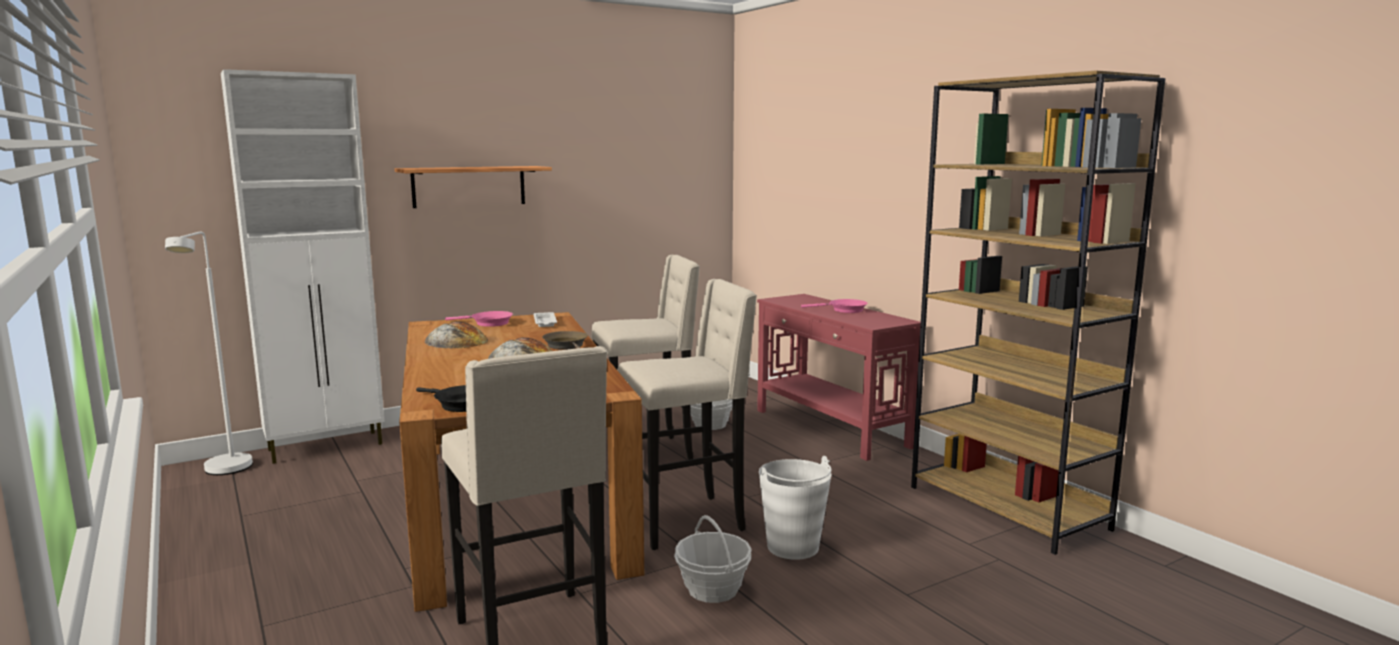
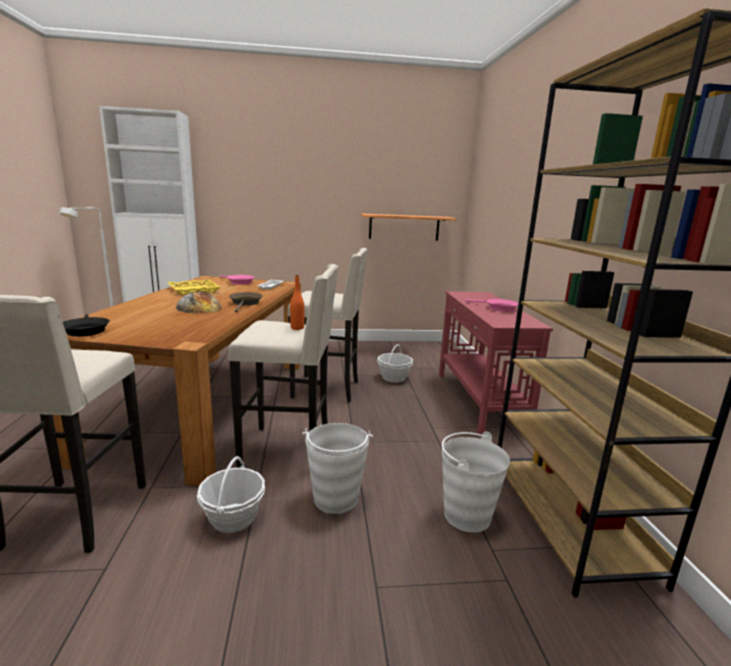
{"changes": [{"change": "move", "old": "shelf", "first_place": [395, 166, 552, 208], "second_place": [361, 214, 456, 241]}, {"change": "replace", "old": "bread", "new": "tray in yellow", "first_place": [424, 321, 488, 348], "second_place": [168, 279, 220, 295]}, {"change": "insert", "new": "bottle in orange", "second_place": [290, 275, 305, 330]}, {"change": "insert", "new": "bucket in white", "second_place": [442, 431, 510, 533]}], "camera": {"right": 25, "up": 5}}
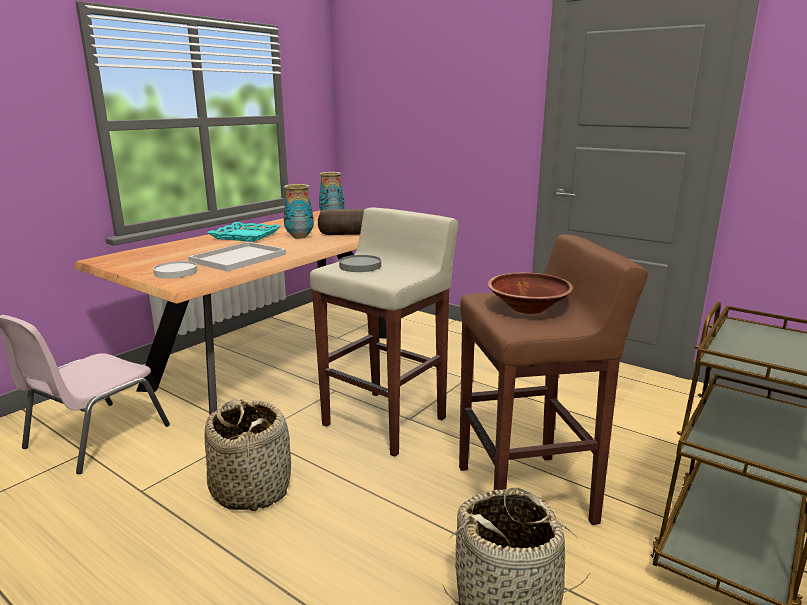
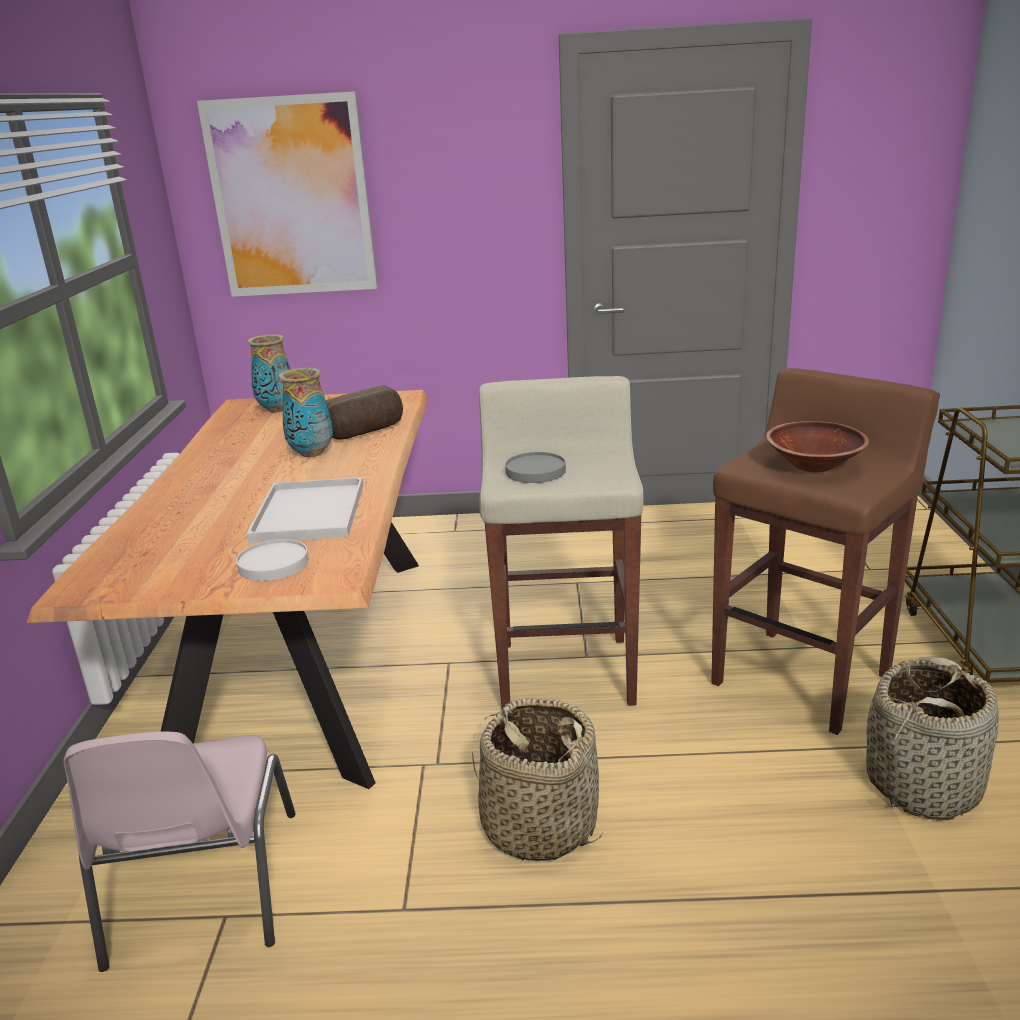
{"changes": [{"change": "delete", "old": "tray in turquoise", "first_place": [207, 222, 281, 242]}, {"change": "insert", "new": "picture", "second_place": [197, 91, 378, 297]}], "camera": {"right": -35, "up": 5}}
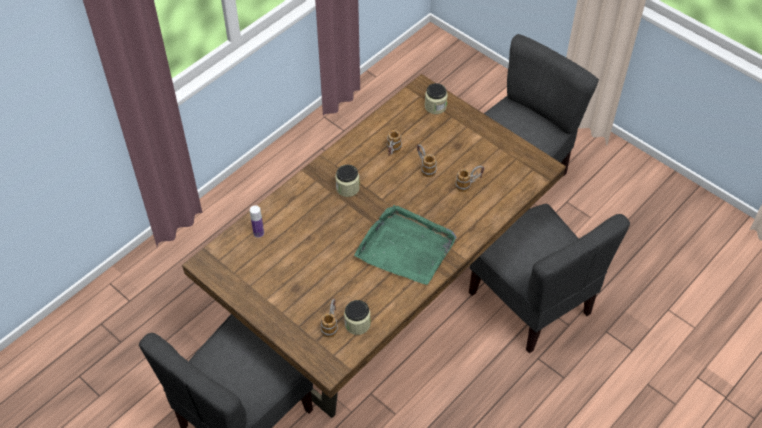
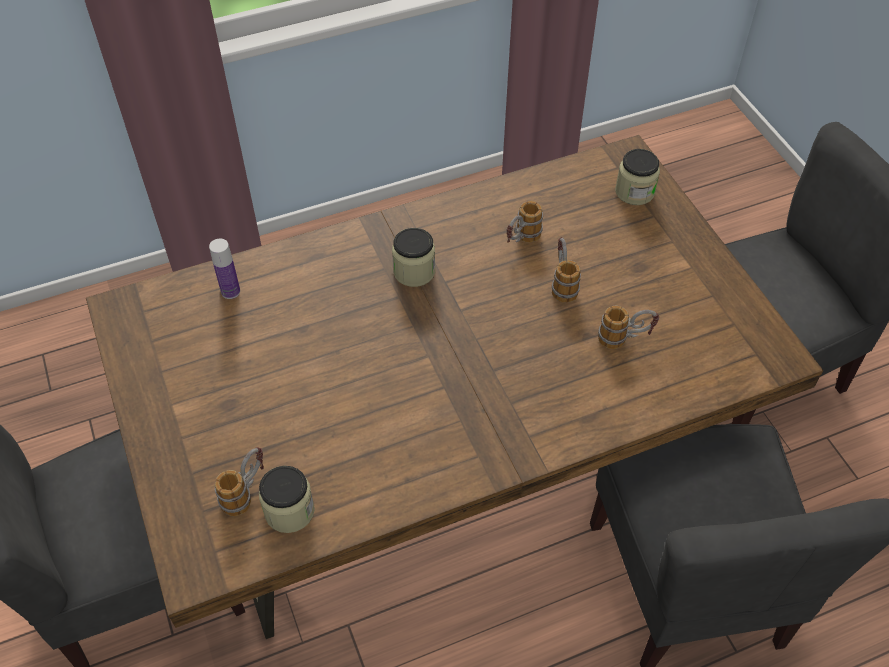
{"changes": [{"change": "delete", "old": "tray in green", "first_place": [354, 205, 457, 285]}], "camera": {"right": 25, "up": 0}}
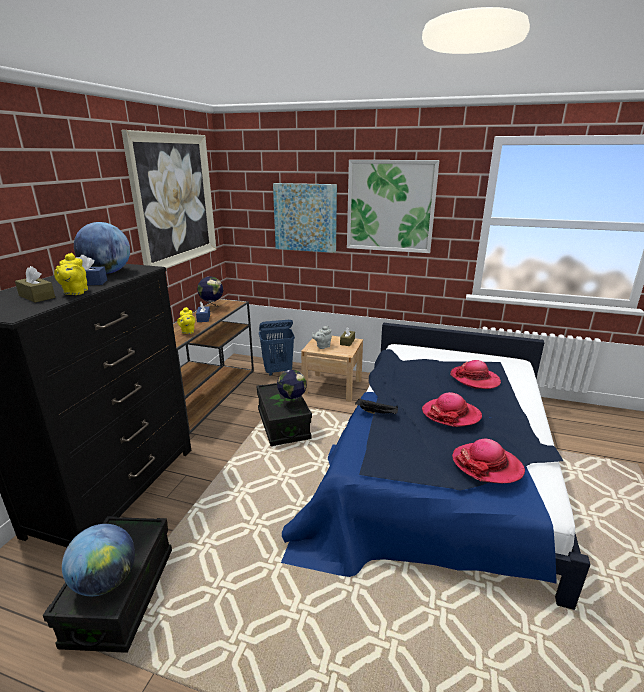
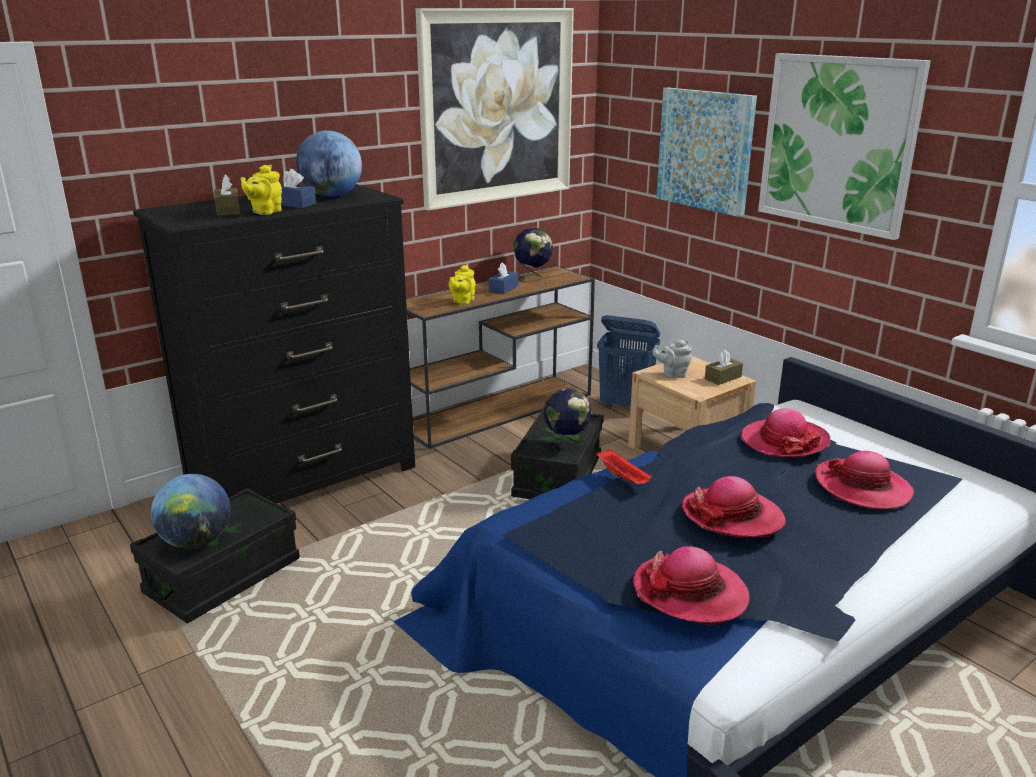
{"changes": [{"change": "recolor", "old": "tray in black", "new": "tray in red", "first_place": [355, 398, 398, 414], "second_place": [596, 449, 652, 484]}, {"change": "insert", "new": "hat", "second_place": [740, 408, 831, 457]}], "camera": {"right": 35, "up": 0}}
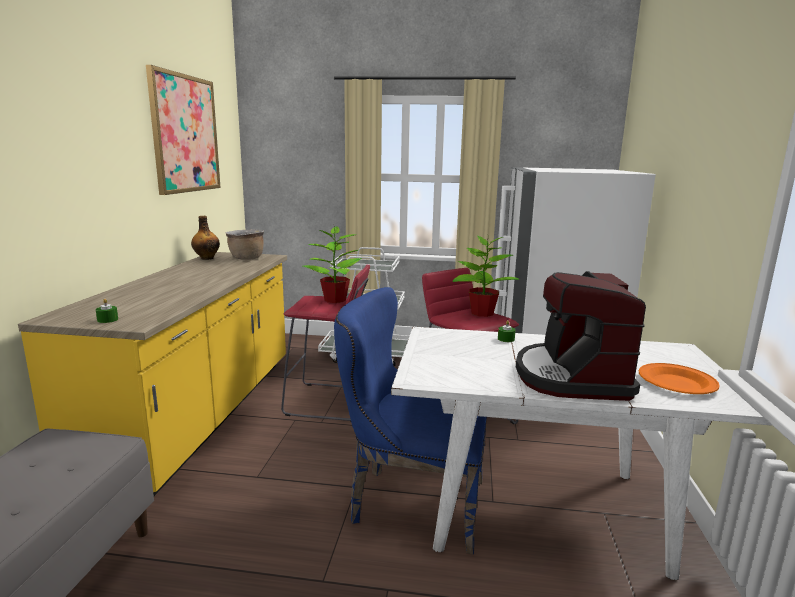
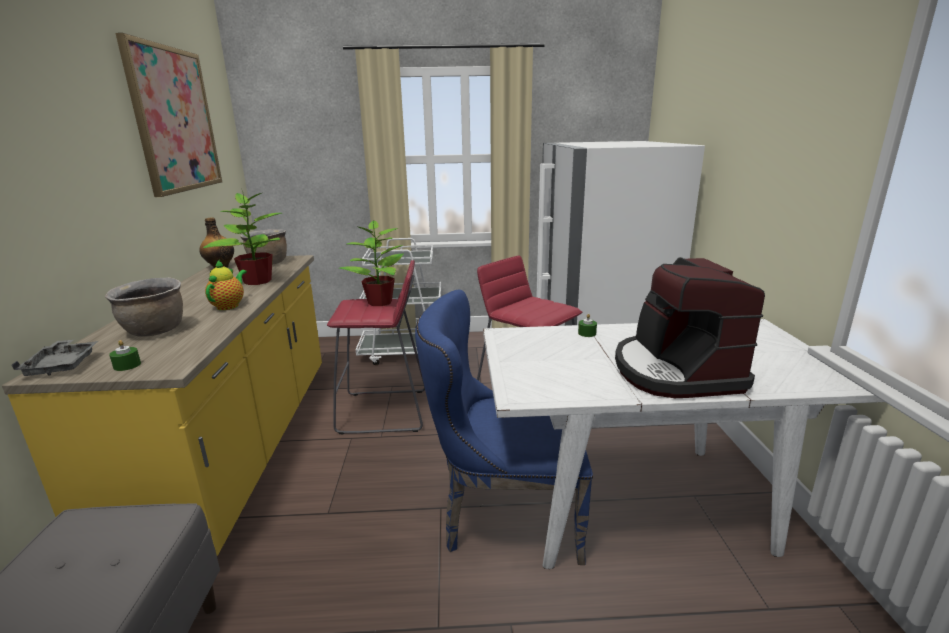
{"changes": [{"change": "move", "old": "potted plant", "first_place": [452, 235, 520, 317], "second_place": [203, 191, 281, 285]}, {"change": "delete", "old": "plate in orange", "first_place": [639, 363, 720, 394]}, {"change": "insert", "new": "teapot", "second_place": [205, 260, 247, 310]}, {"change": "insert", "new": "cooking pot in brown", "second_place": [105, 277, 183, 337]}, {"change": "insert", "new": "tray in grey", "second_place": [11, 339, 98, 376]}], "camera": {"right": -10, "up": 5}}
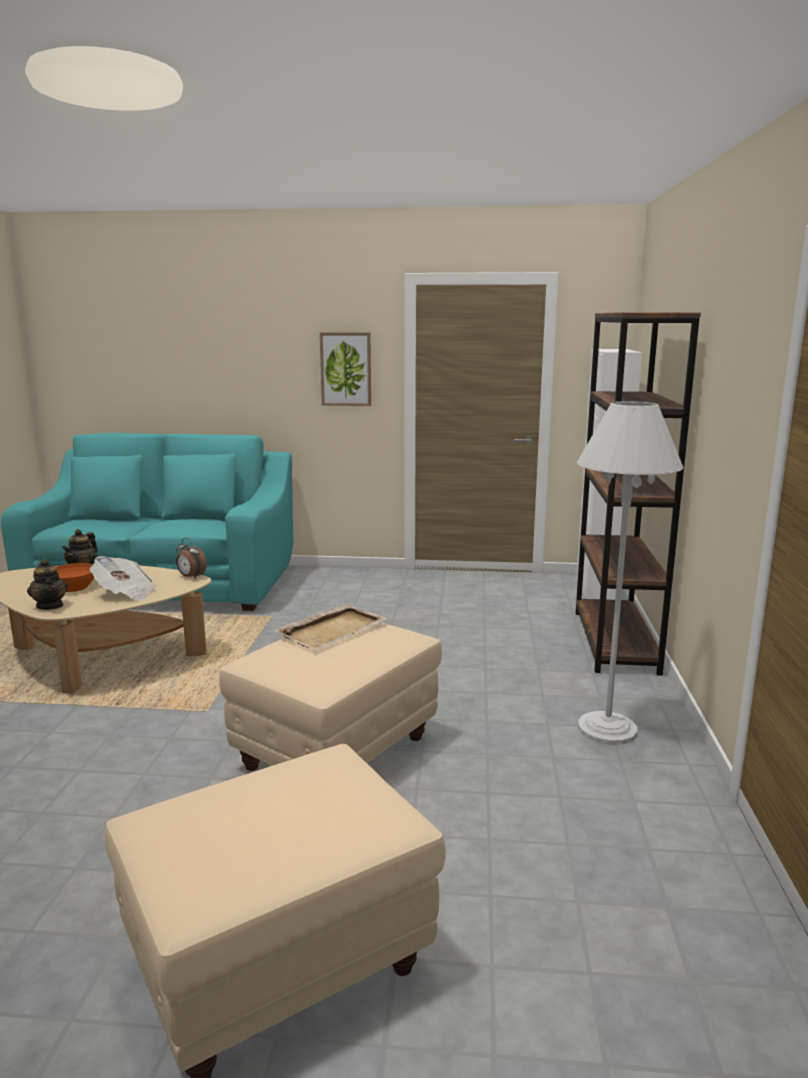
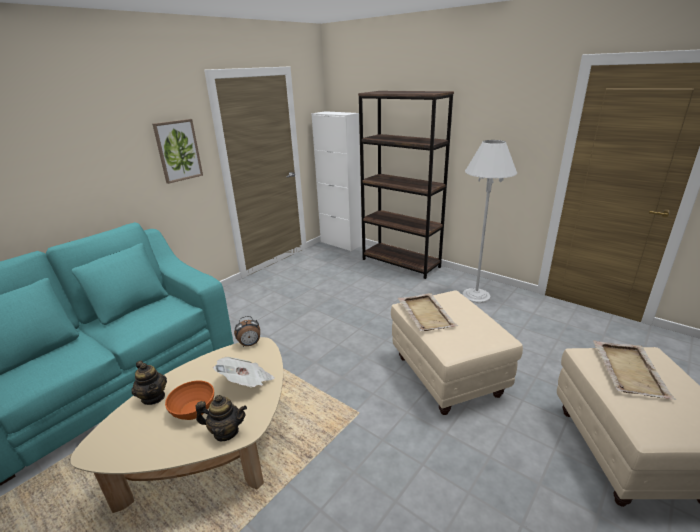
{"changes": [{"change": "insert", "new": "tray in beige", "second_place": [593, 340, 676, 400]}], "camera": {"right": -55, "up": 10}}
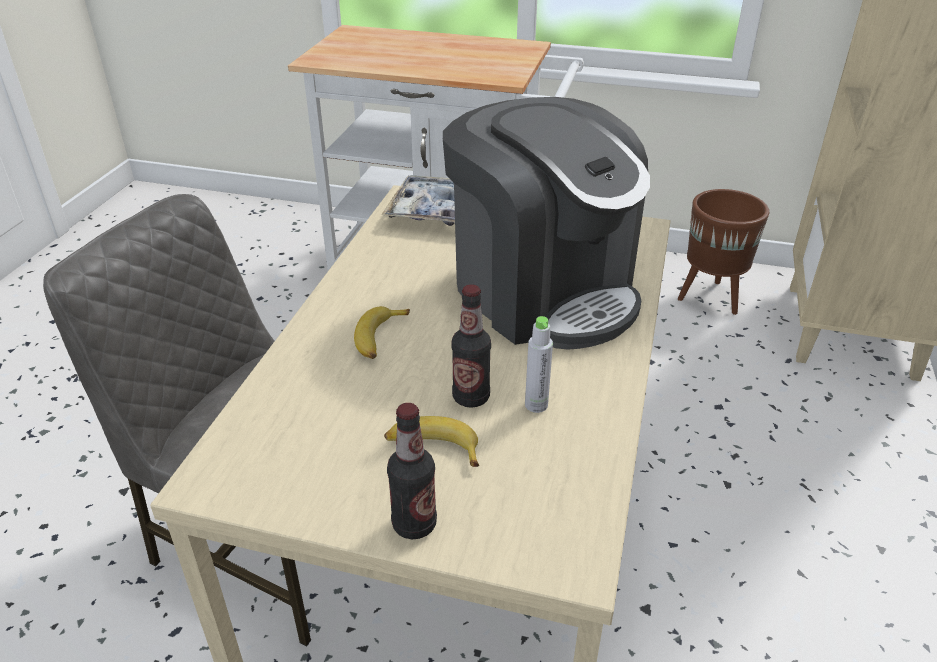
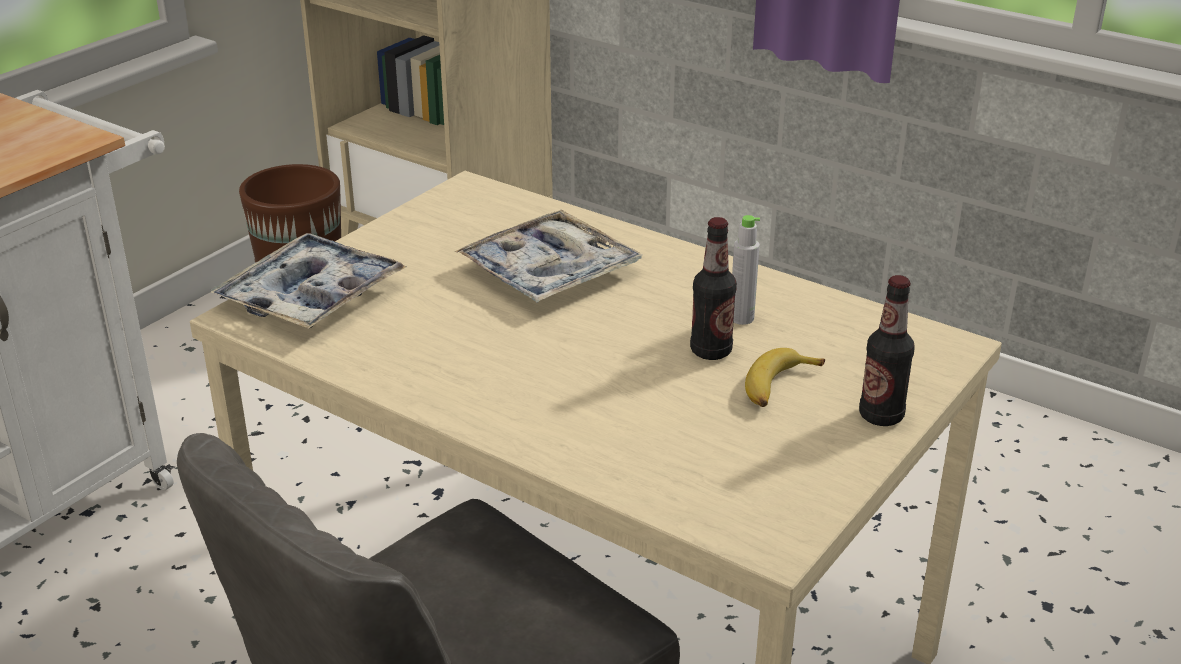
{"changes": [{"change": "replace", "old": "coffee machine", "new": "tray", "first_place": [443, 97, 650, 350], "second_place": [455, 210, 642, 302]}, {"change": "delete", "old": "banana", "first_place": [354, 306, 410, 359]}], "camera": {"right": -70, "up": -5}}
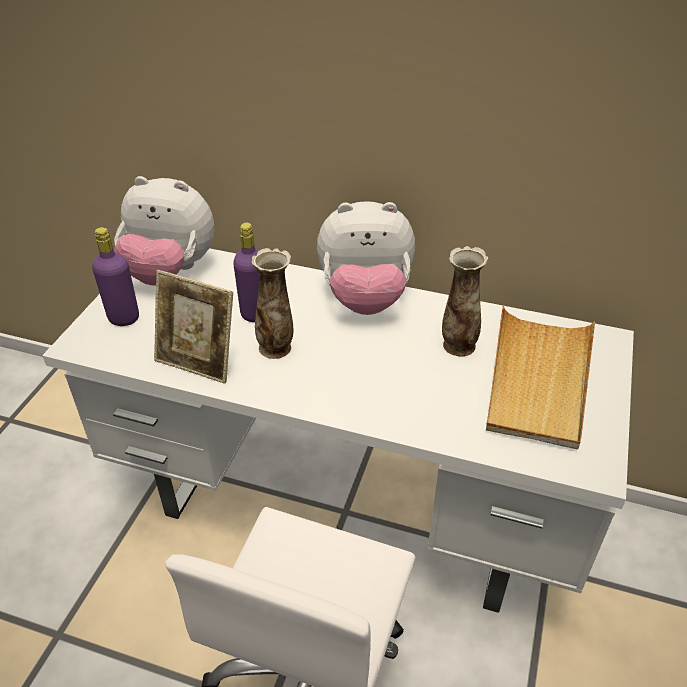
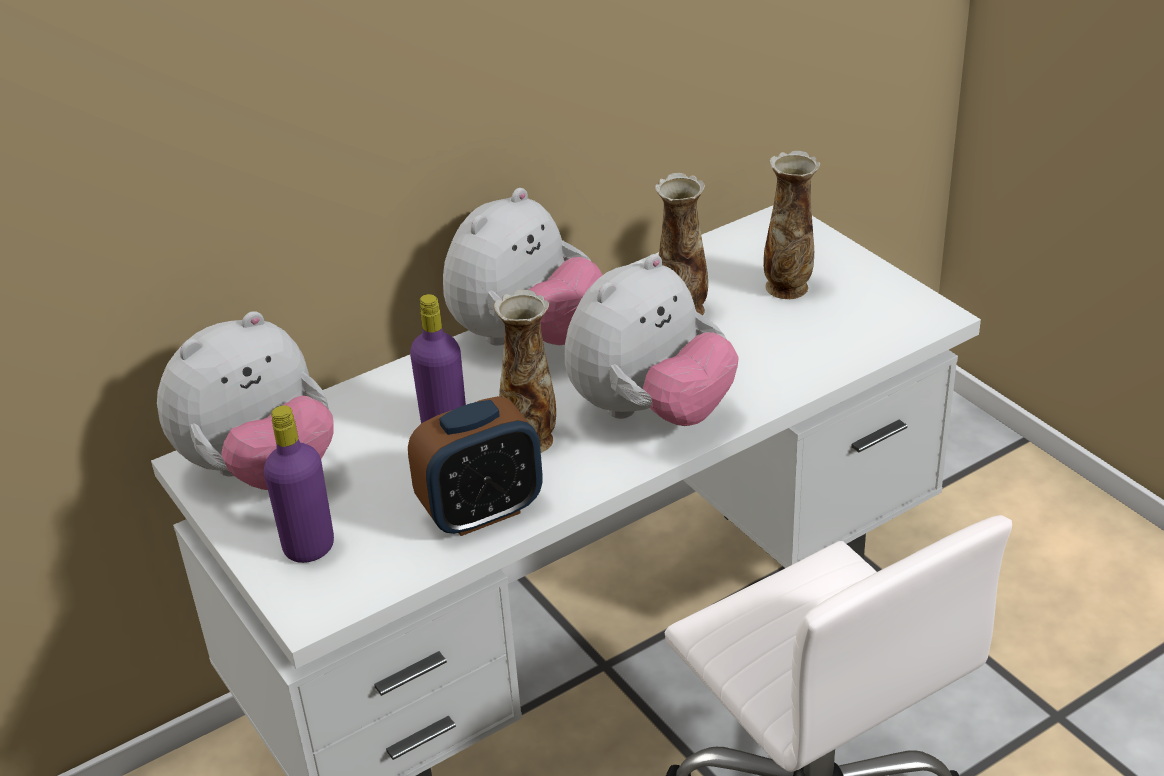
{"changes": [{"change": "replace", "old": "picture frame", "new": "alarm clock", "first_place": [154, 270, 233, 384], "second_place": [408, 396, 543, 536]}, {"change": "replace", "old": "tray in beige", "new": "vase", "first_place": [486, 306, 595, 450], "second_place": [763, 151, 820, 299]}, {"change": "insert", "new": "plush toy", "second_place": [565, 254, 739, 426]}], "camera": {"right": -50, "up": -5}}
